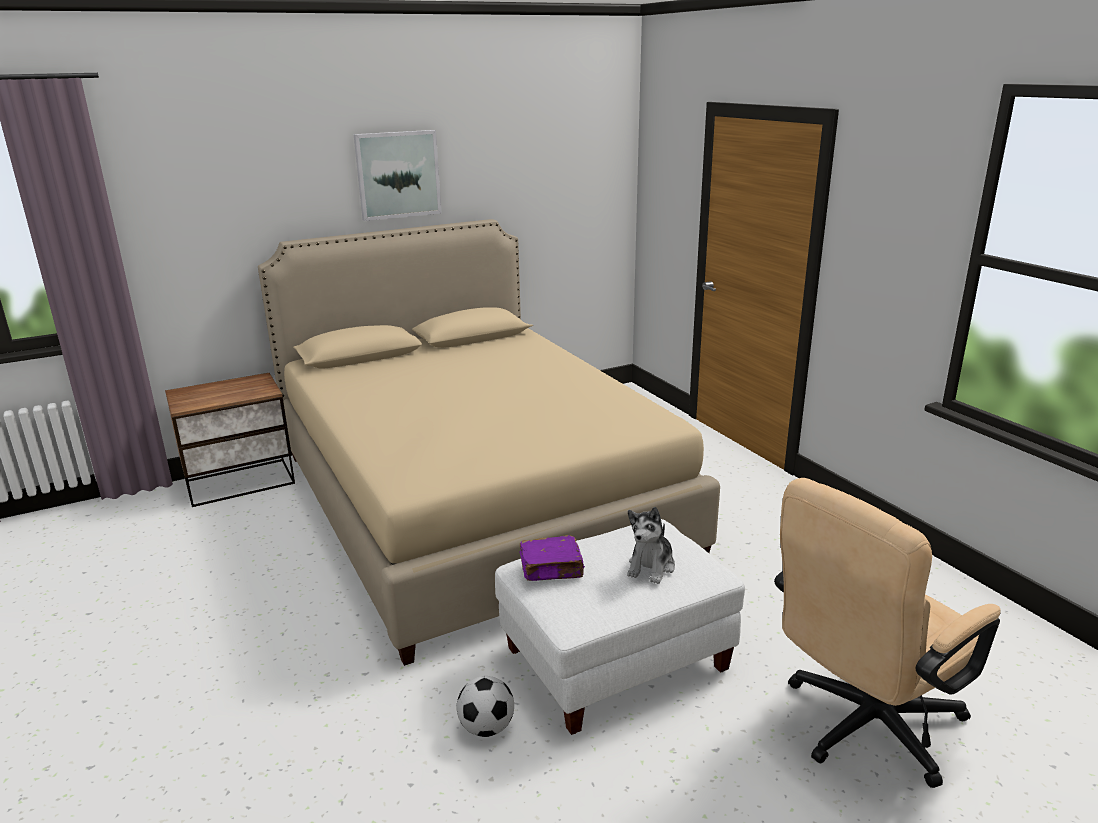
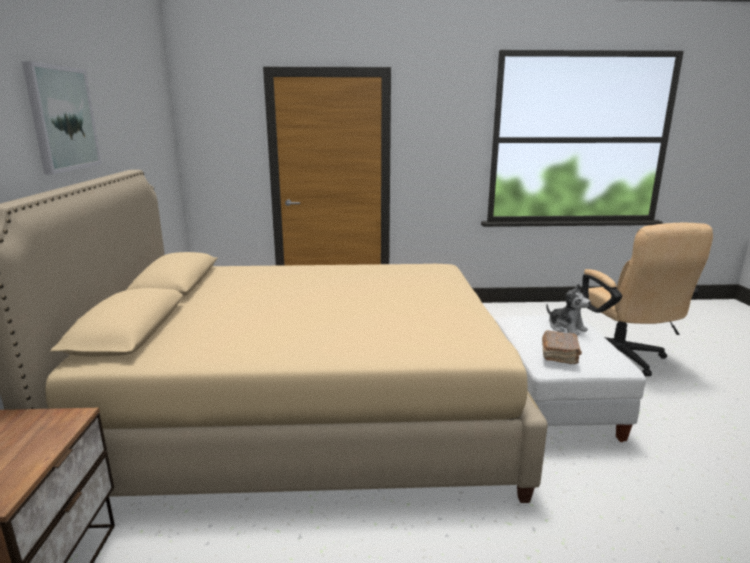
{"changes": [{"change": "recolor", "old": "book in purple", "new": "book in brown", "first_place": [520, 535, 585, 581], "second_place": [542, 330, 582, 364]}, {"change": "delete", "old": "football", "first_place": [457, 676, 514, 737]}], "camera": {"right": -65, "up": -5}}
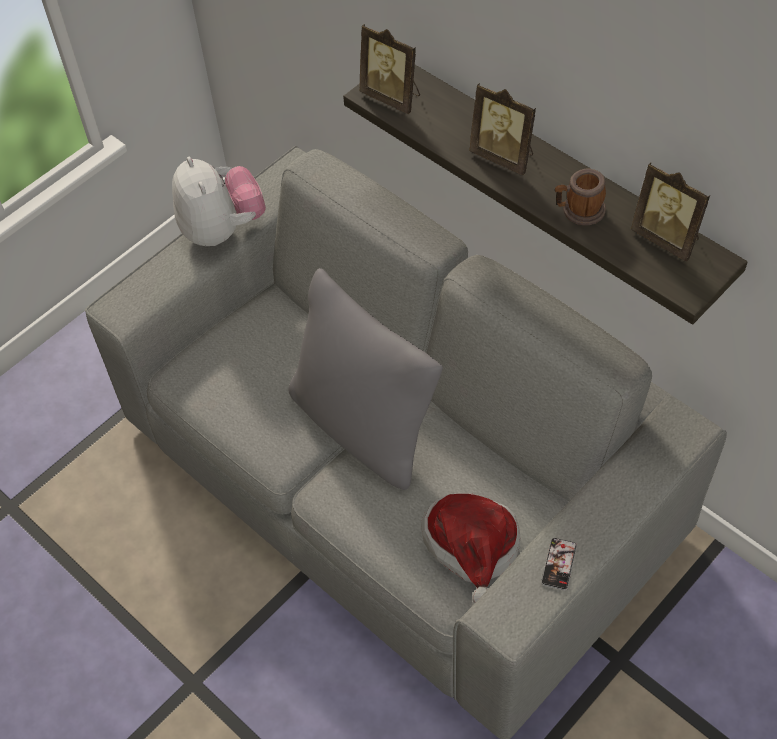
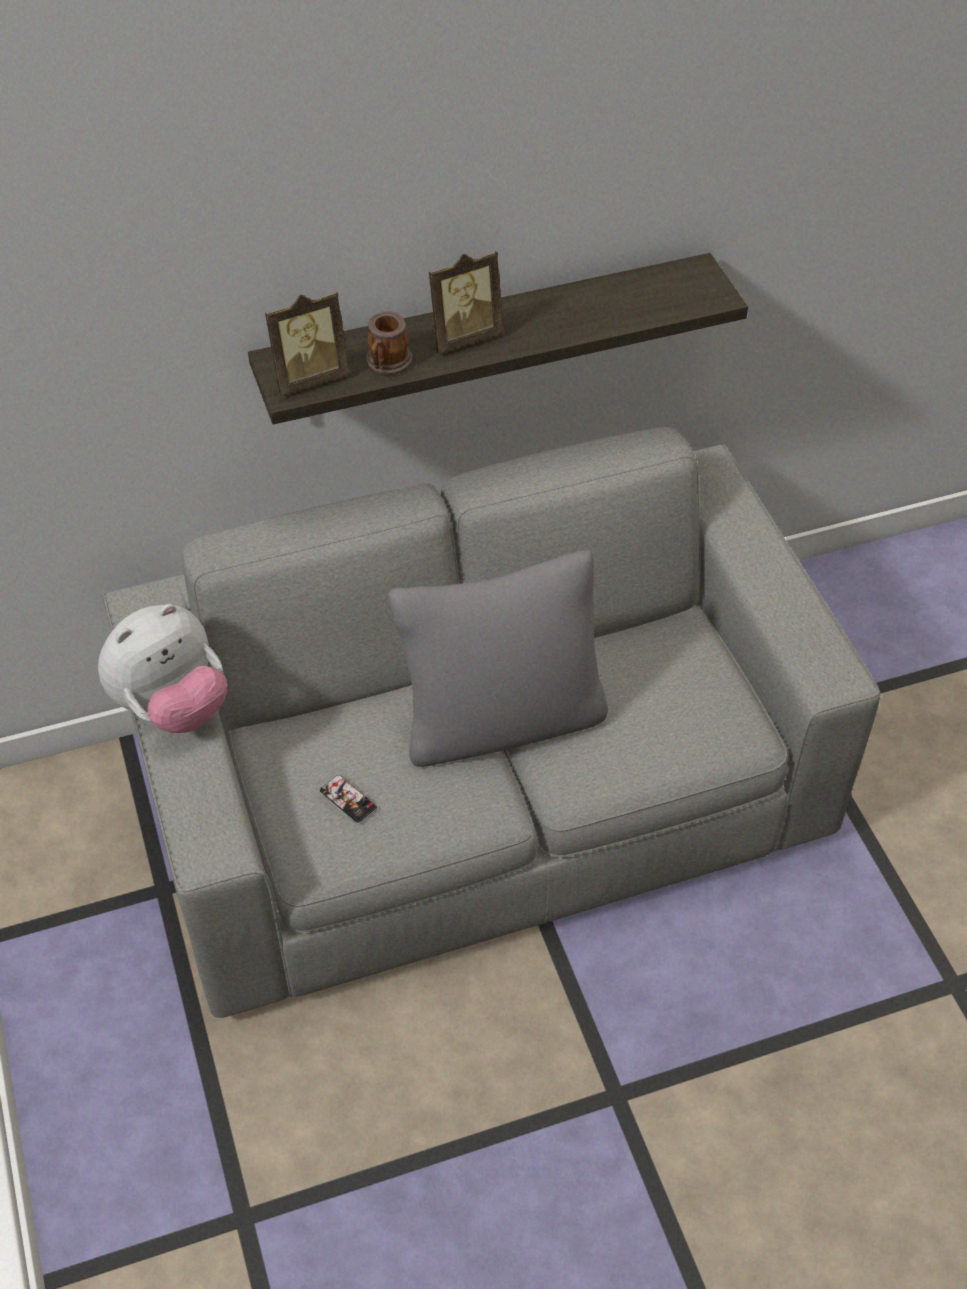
{"changes": [{"change": "rotate", "old": "plush toy", "first_place": [172, 157, 266, 246], "second_place": [98, 604, 227, 733], "degrees": 135}, {"change": "delete", "old": "picture frame", "first_place": [631, 163, 710, 262]}, {"change": "move", "old": "mug", "first_place": [555, 169, 606, 225], "second_place": [366, 311, 413, 375]}, {"change": "delete", "old": "hat", "first_place": [421, 493, 520, 604]}, {"change": "move", "old": "phone", "first_place": [541, 538, 577, 590], "second_place": [319, 775, 378, 824]}], "camera": {"right": -65, "up": -5}}
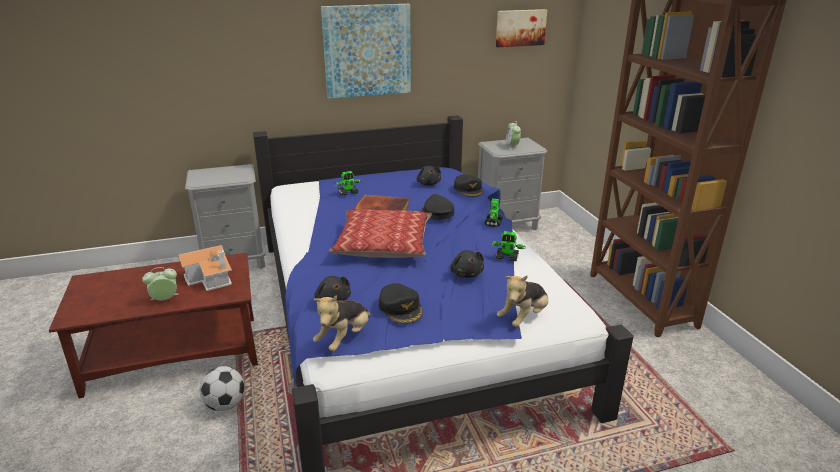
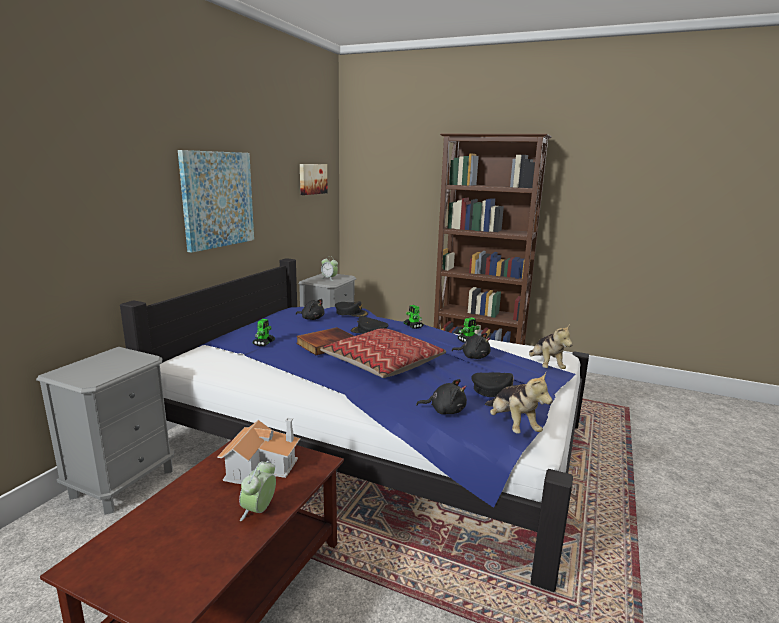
{"changes": [{"change": "delete", "old": "football", "first_place": [200, 366, 244, 411]}], "camera": {"right": -50, "up": -10}}
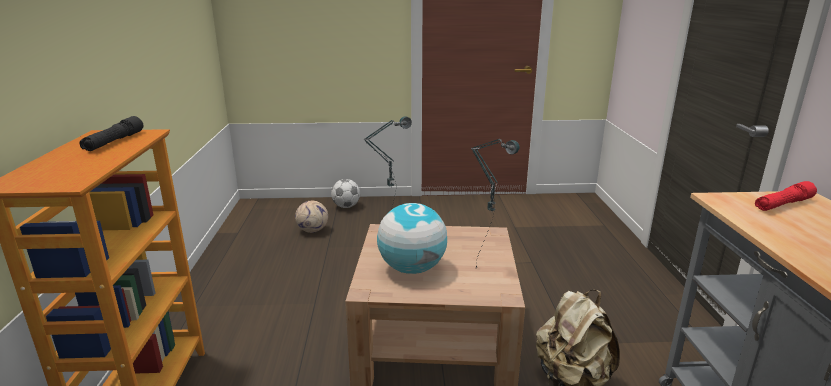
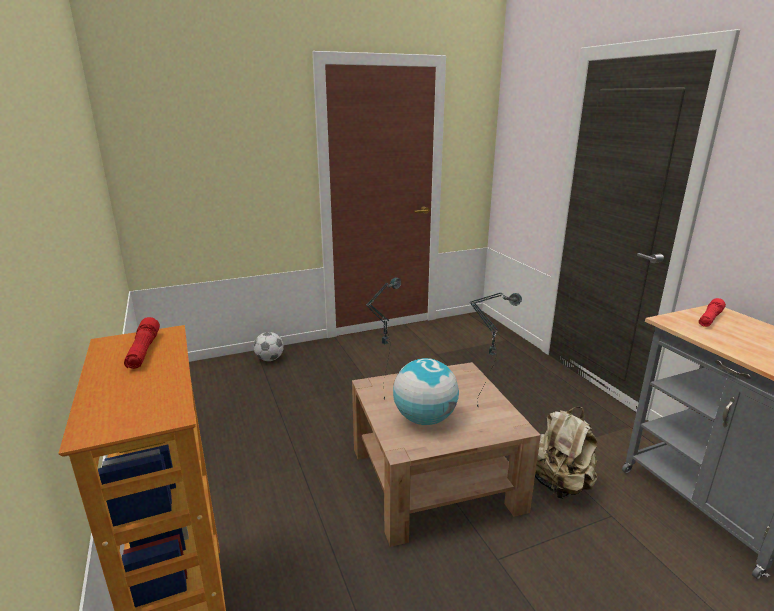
{"changes": [{"change": "recolor", "old": "flashlight in black", "new": "flashlight in red", "first_place": [80, 116, 143, 151], "second_place": [124, 317, 160, 369]}, {"change": "delete", "old": "football", "first_place": [295, 201, 328, 233]}], "camera": {"right": -20, "up": 0}}
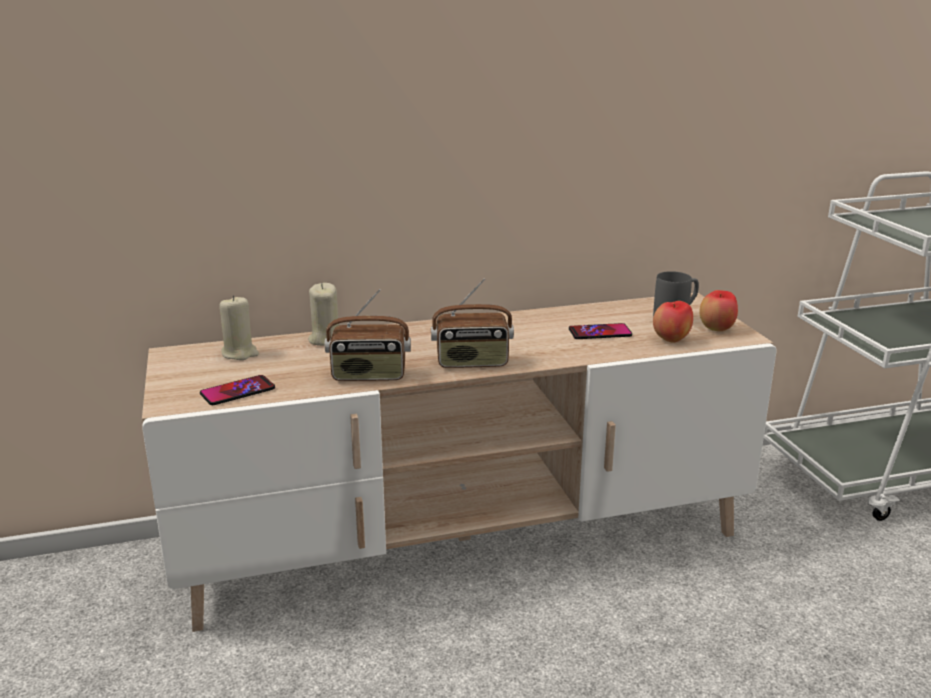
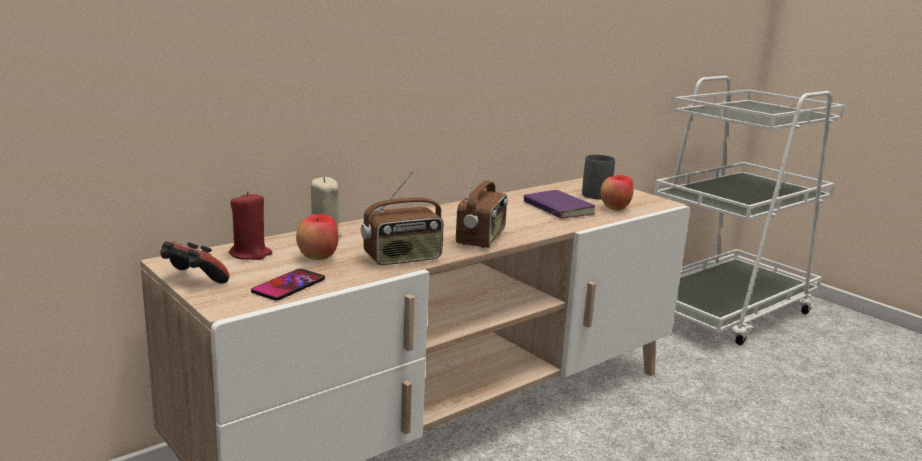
{"changes": [{"change": "rotate", "old": "radio", "first_place": [431, 278, 514, 368], "second_place": [456, 159, 508, 248], "degrees": -45}, {"change": "move", "old": "apple", "first_place": [699, 290, 738, 331], "second_place": [296, 214, 339, 260]}, {"change": "recolor", "old": "candle in beige", "new": "candle in red", "first_place": [219, 295, 259, 360], "second_place": [229, 191, 272, 260]}, {"change": "replace", "old": "phone", "new": "book in purple", "first_place": [569, 323, 632, 339], "second_place": [524, 190, 595, 219]}, {"change": "insert", "new": "game controller", "second_place": [160, 241, 229, 283]}], "camera": {"right": -25, "up": -5}}
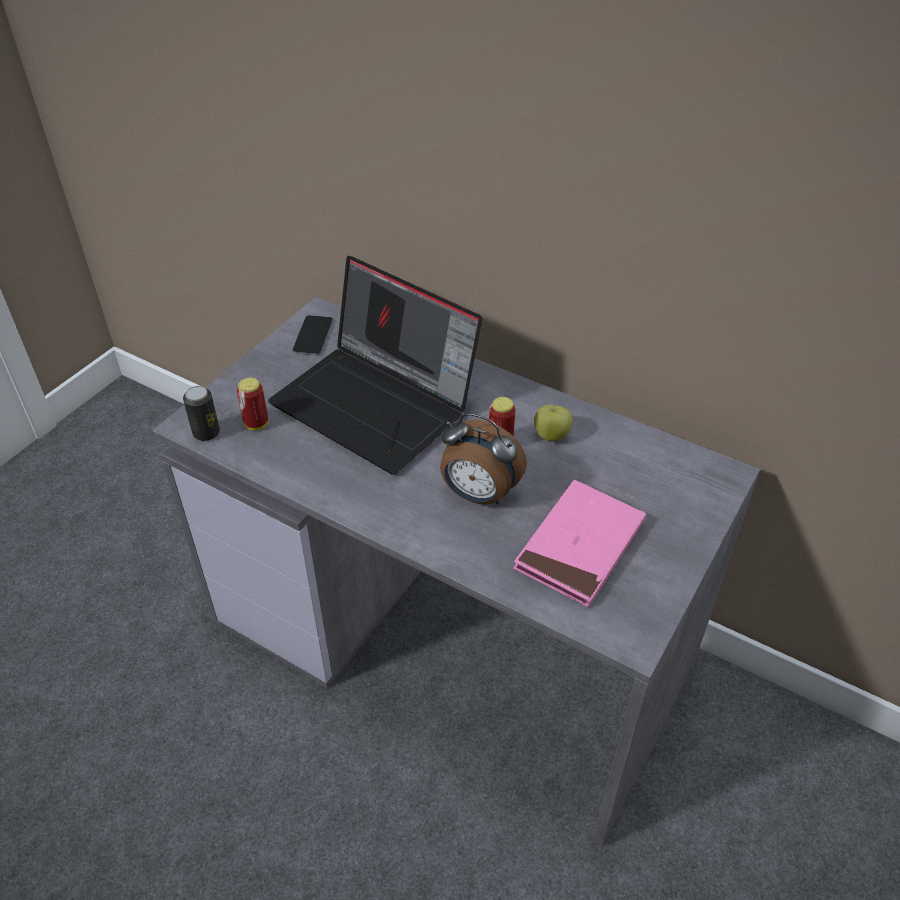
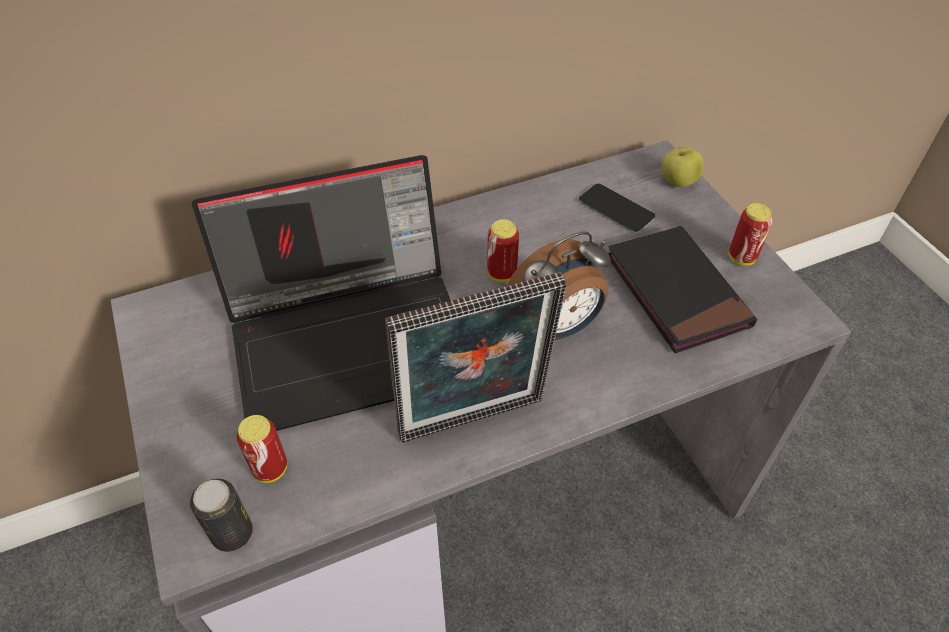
{"changes": [{"change": "move", "old": "phone", "first_place": [292, 315, 333, 355], "second_place": [578, 184, 655, 234]}, {"change": "move", "old": "apple", "first_place": [534, 405, 573, 441], "second_place": [661, 147, 703, 187]}, {"change": "recolor", "old": "book in pink", "new": "book in black", "first_place": [513, 480, 646, 607], "second_place": [608, 226, 757, 353]}, {"change": "insert", "new": "can", "second_place": [729, 203, 773, 265]}, {"change": "insert", "new": "picture frame", "second_place": [385, 272, 567, 443]}], "camera": {"right": -55, "up": 5}}
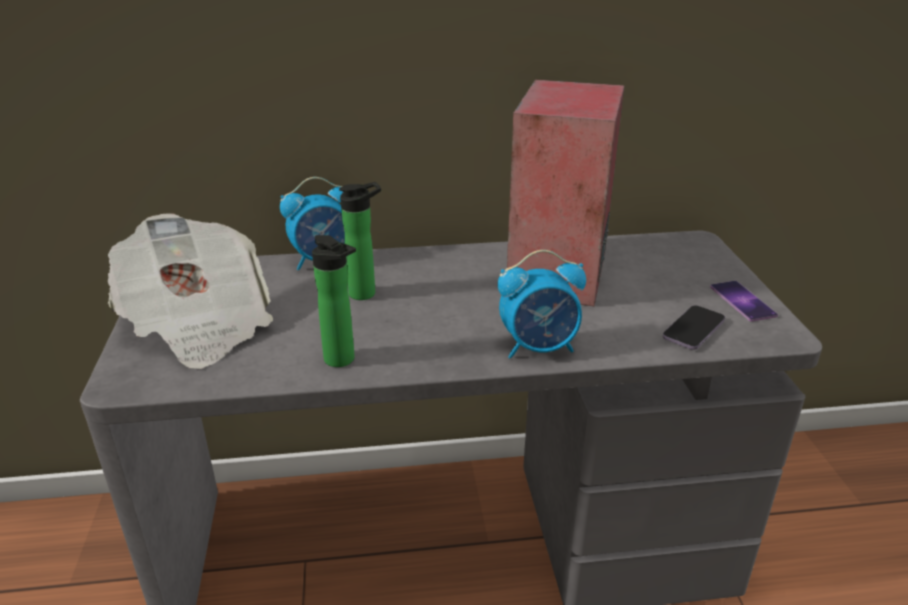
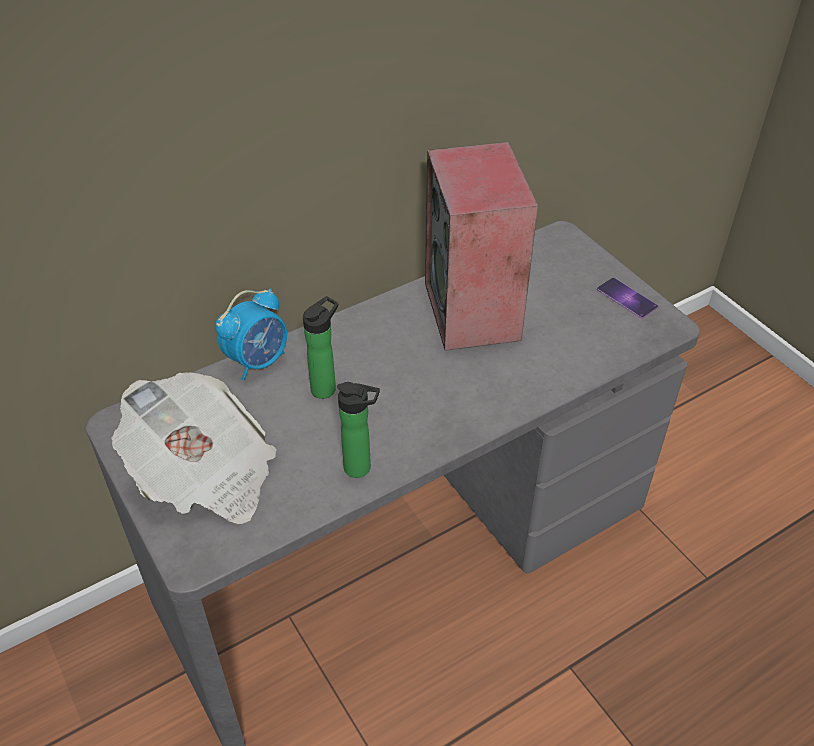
{"changes": [{"change": "delete", "old": "alarm clock", "first_place": [498, 250, 586, 359]}, {"change": "delete", "old": "phone", "first_place": [663, 305, 725, 350]}], "camera": {"right": -25, "up": 15}}
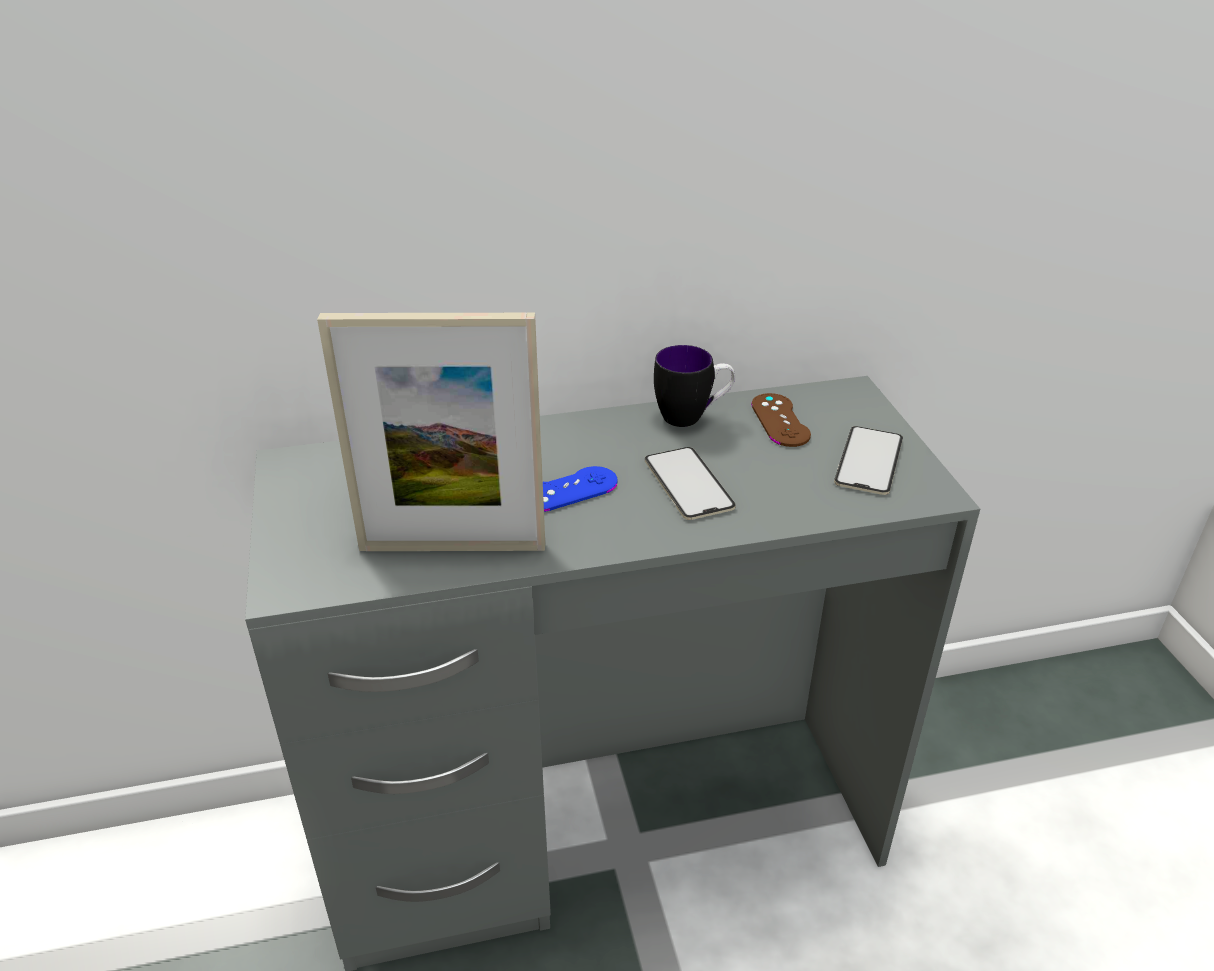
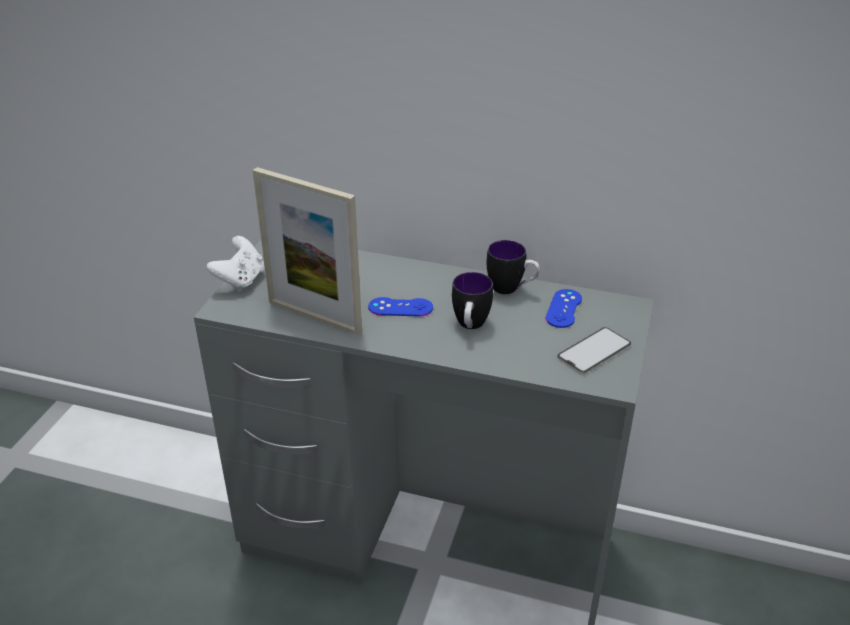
{"changes": [{"change": "recolor", "old": "game controller in brown", "new": "game controller in blue", "first_place": [751, 393, 811, 447], "second_place": [546, 289, 582, 328]}, {"change": "replace", "old": "phone", "new": "mug", "first_place": [645, 447, 736, 520], "second_place": [452, 272, 493, 329]}, {"change": "insert", "new": "game controller in white", "second_place": [207, 236, 264, 292]}], "camera": {"right": 30, "up": 0}}
